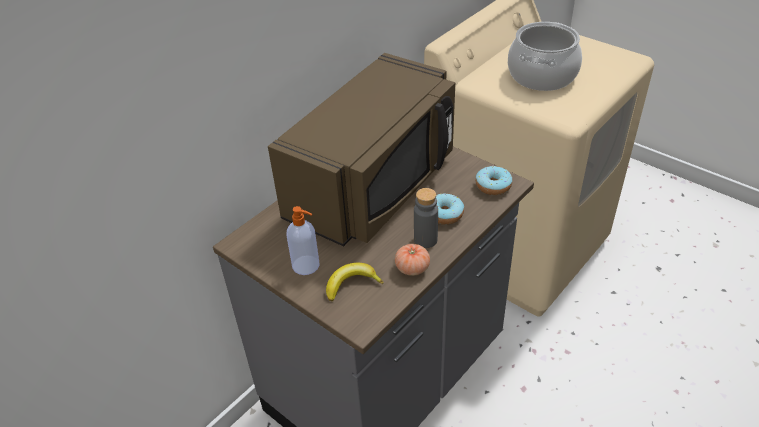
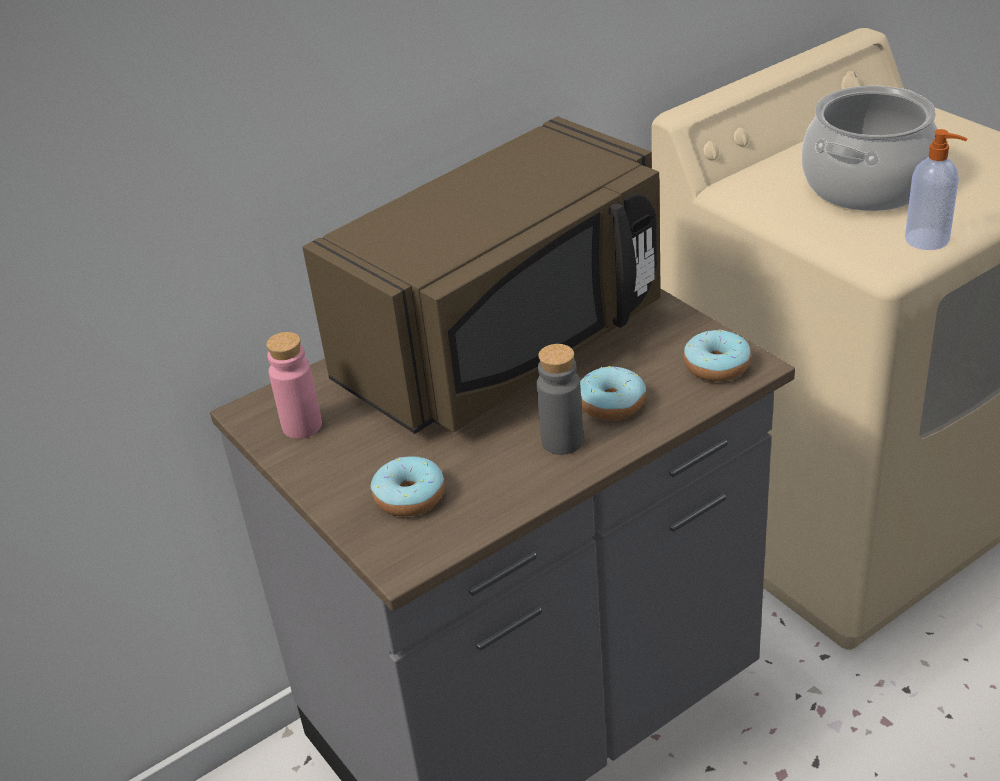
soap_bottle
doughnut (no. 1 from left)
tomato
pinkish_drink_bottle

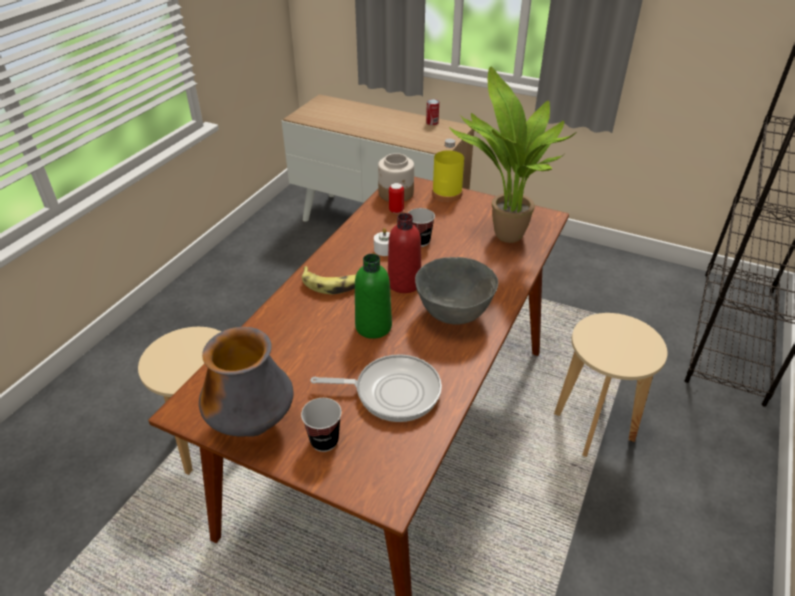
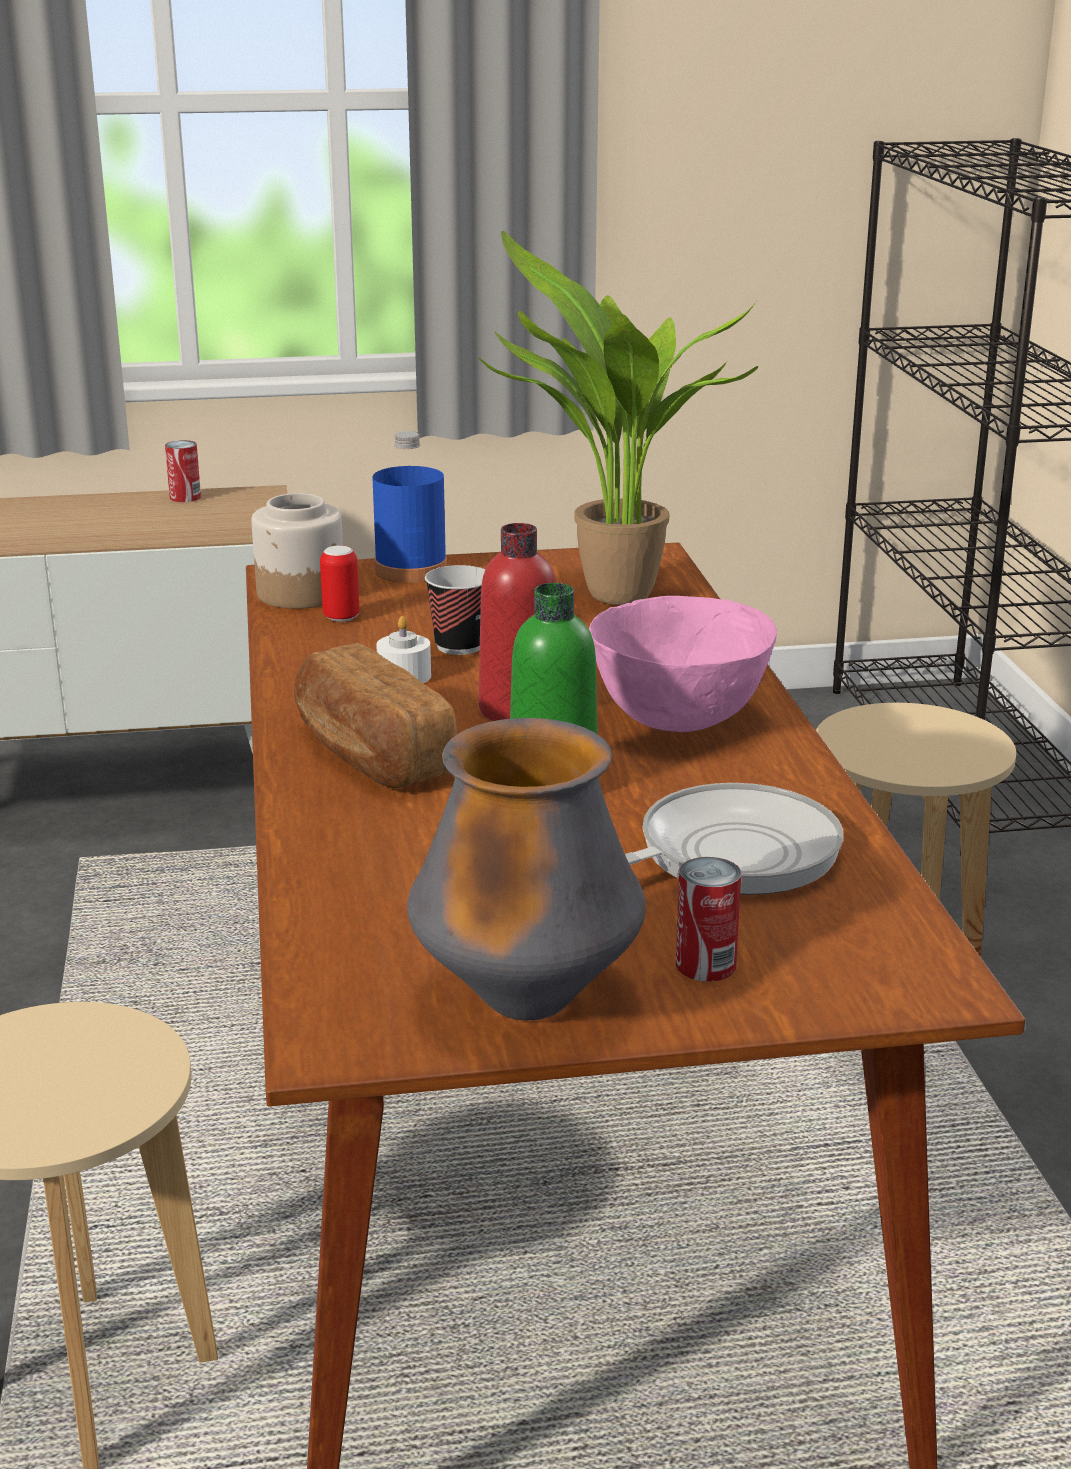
sealed_can (no. 3 from left)
baked_bread
pinkish_bowl
blue_drink_bottle

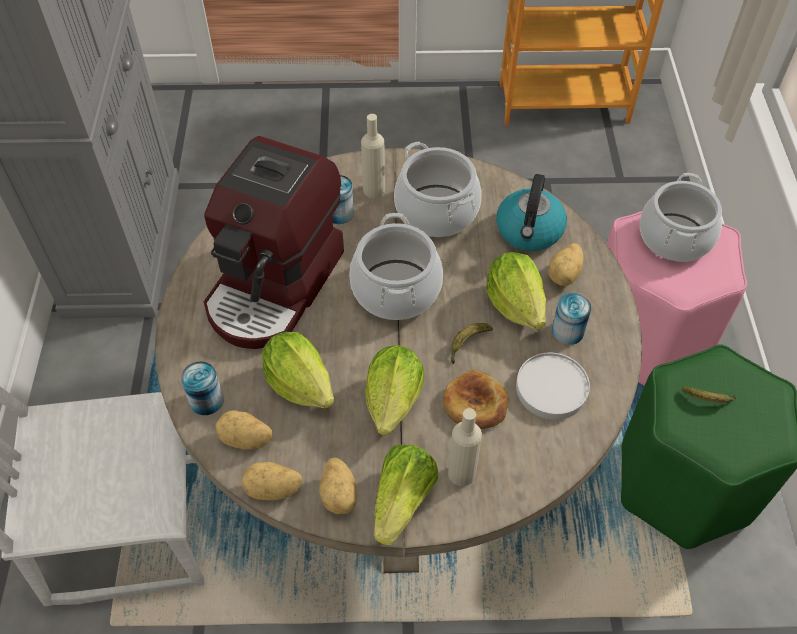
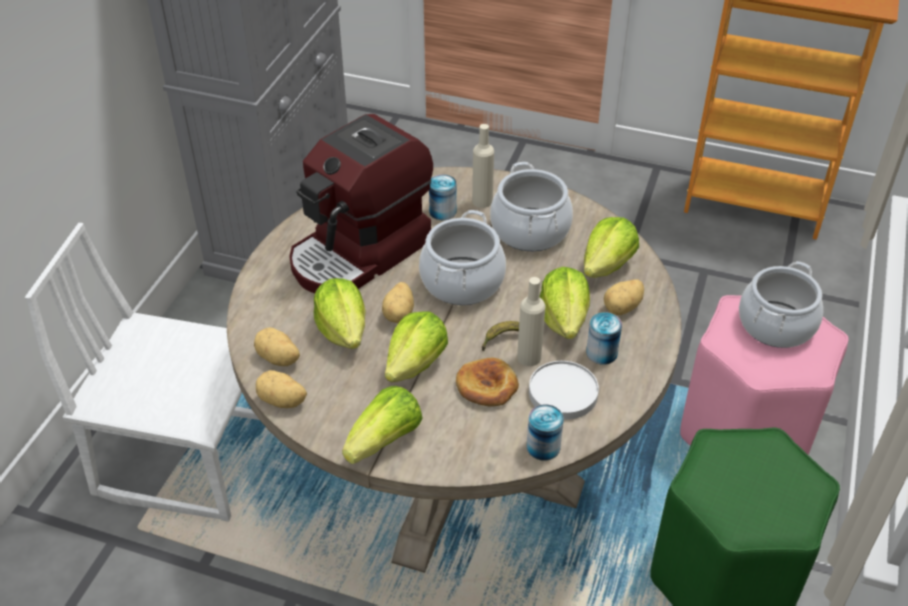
sealed_can (no. 2 from left)
potato (no. 3 from left)
beige-coloured_drink_bottle (no. 2 from left)
lettuce_head (no. 5 from left)
banana (no. 2 from left in the first image)

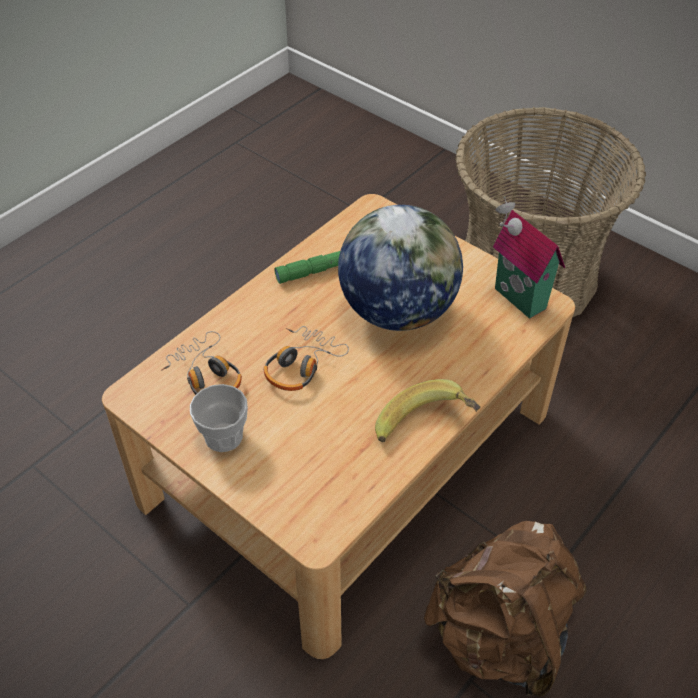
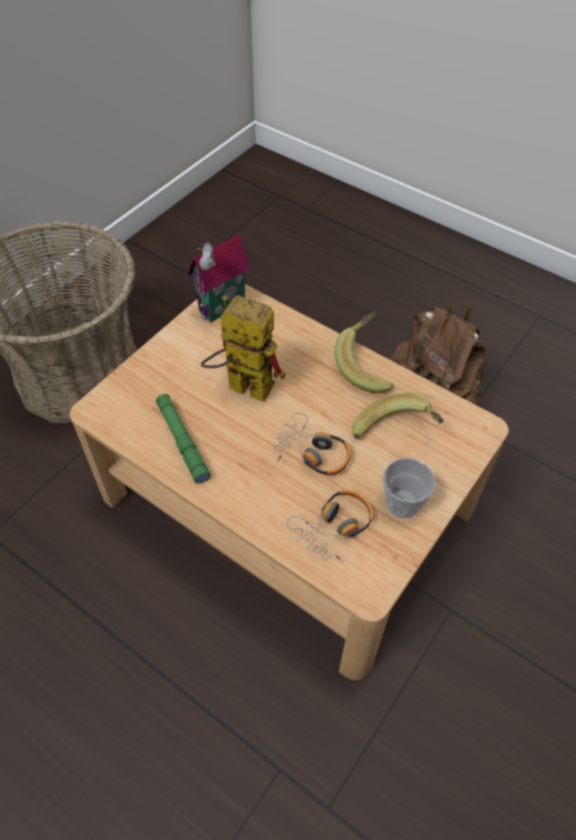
robot_figure
banana (no. 2 from left)

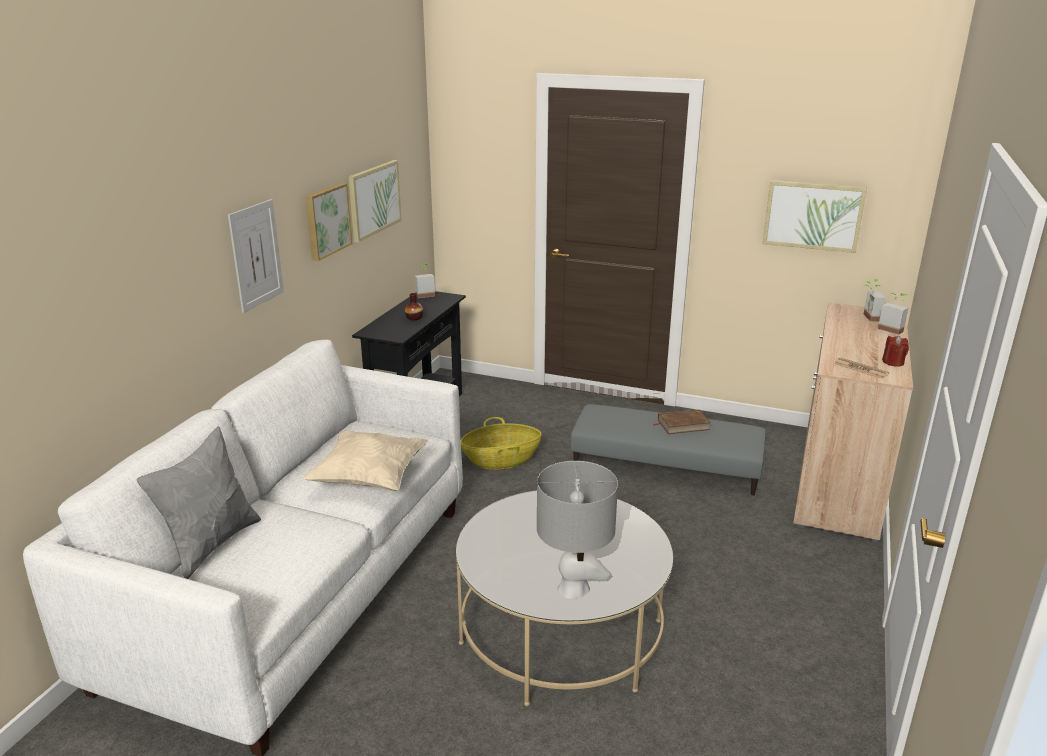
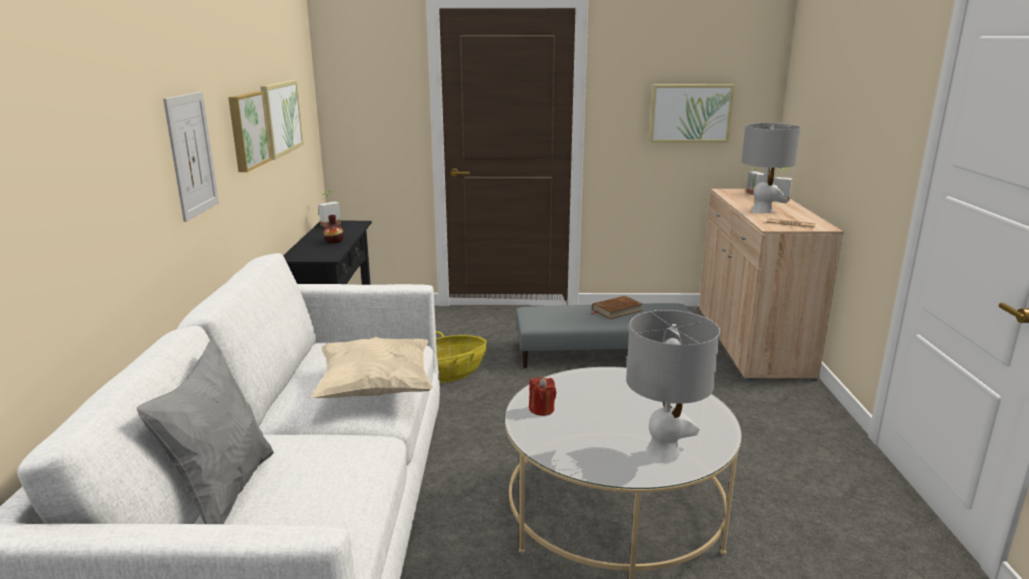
red_candle
gray_tabletop_lamp (no. 2 from left)

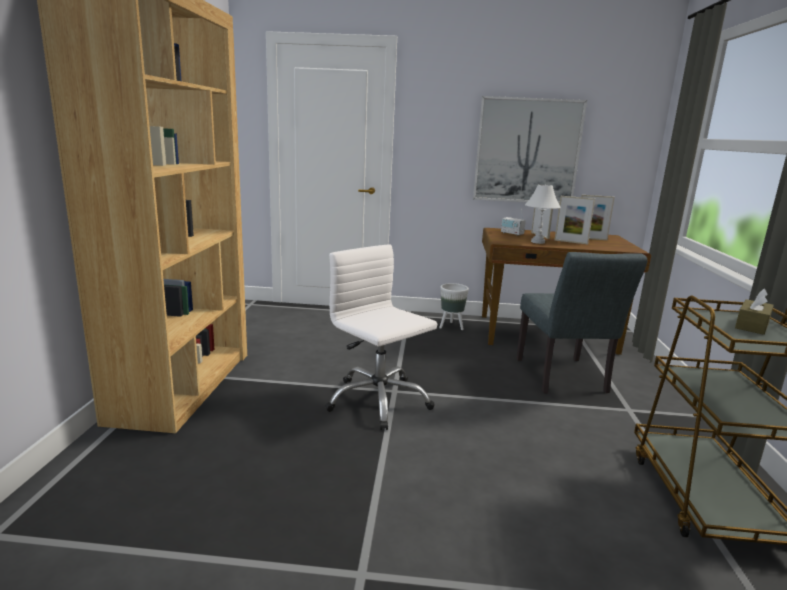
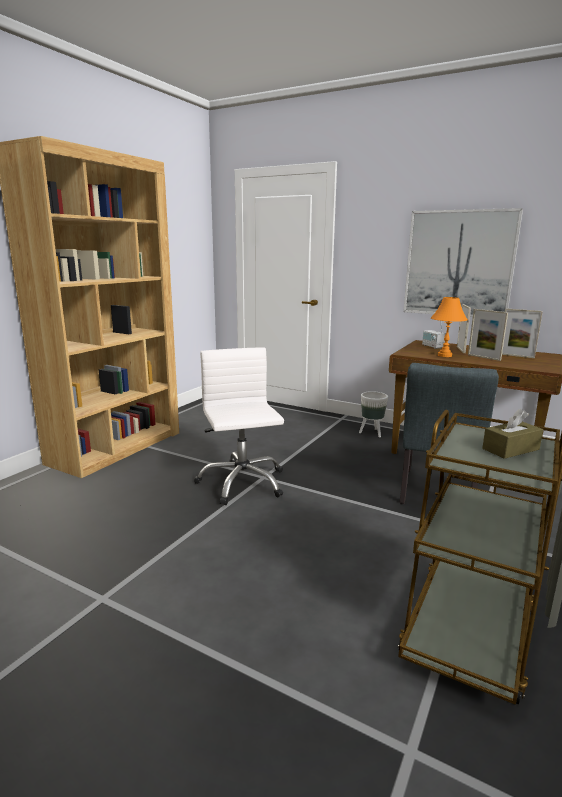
orange-coloured_tabletop_lamp

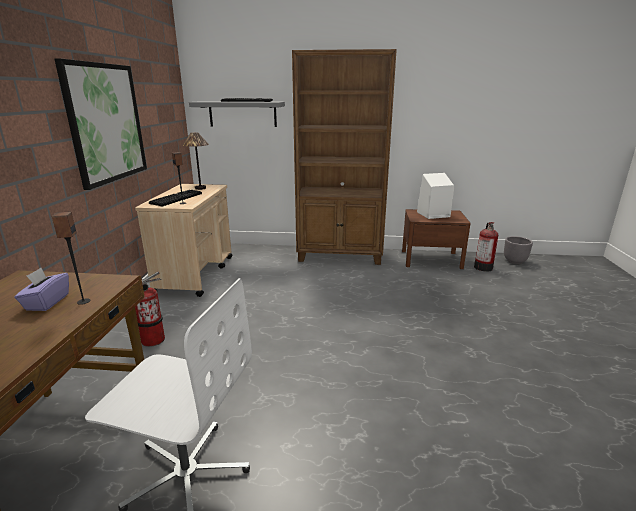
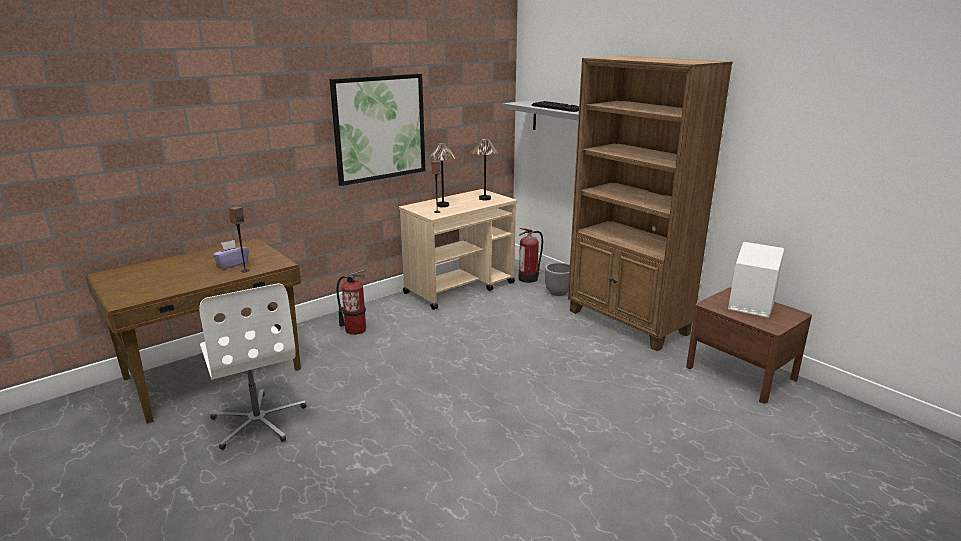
tabletop_lamp (no. 1 from left)
fire_extinguisher (no. 2 from left)
gray_plant_pot

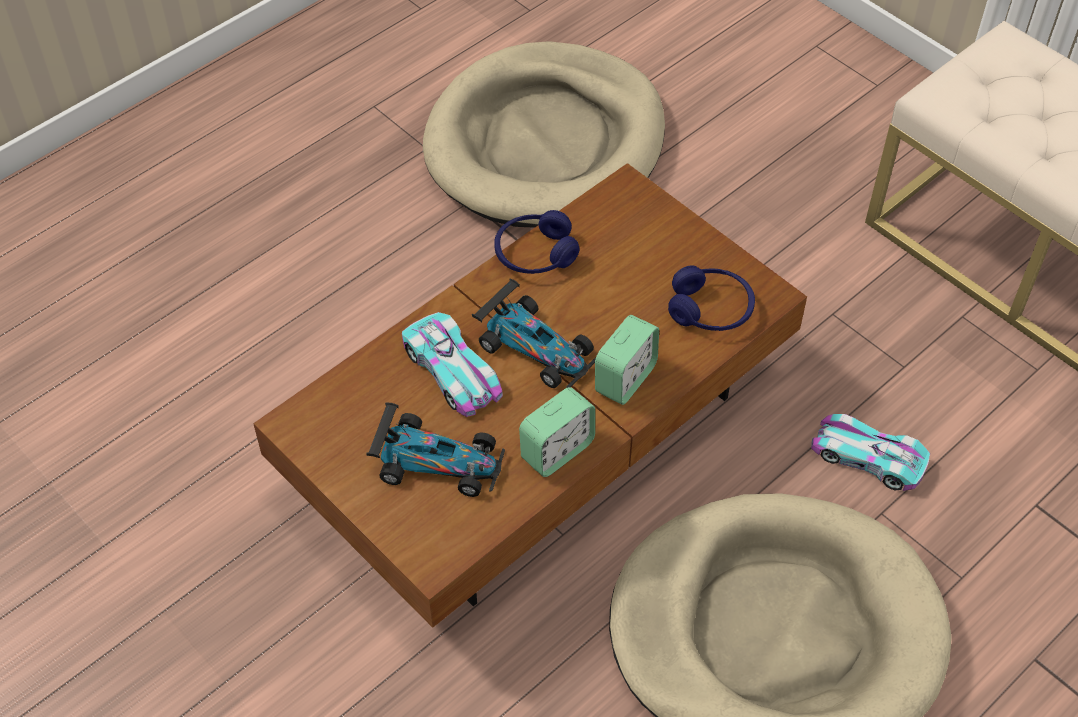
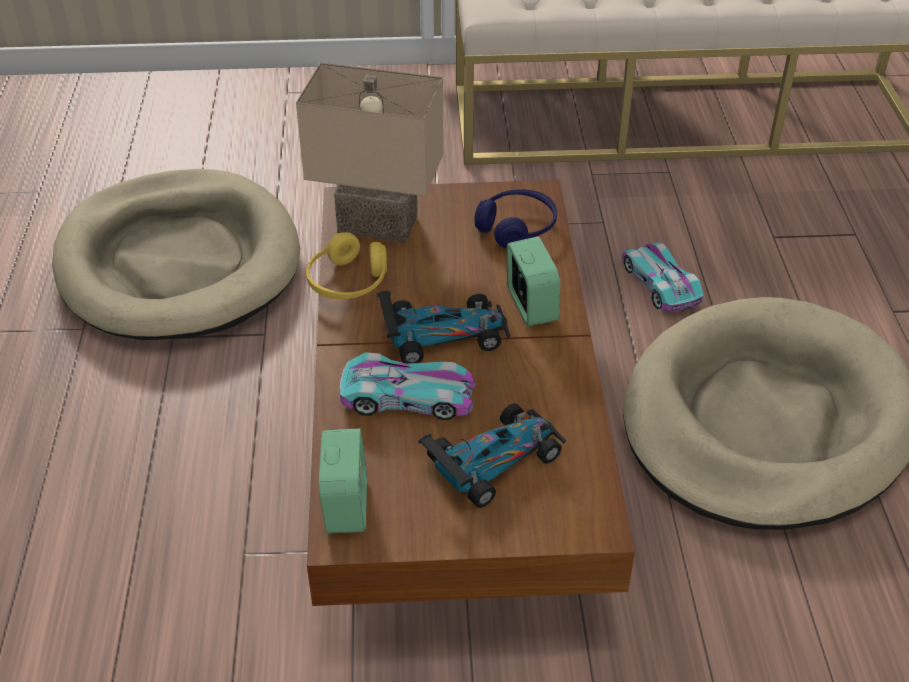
yellow-coloured_pair_of_headphones
alarm_clock (no. 1 from left)
model_car (no. 4 from left)
beige-coloured_tabletop_lamp

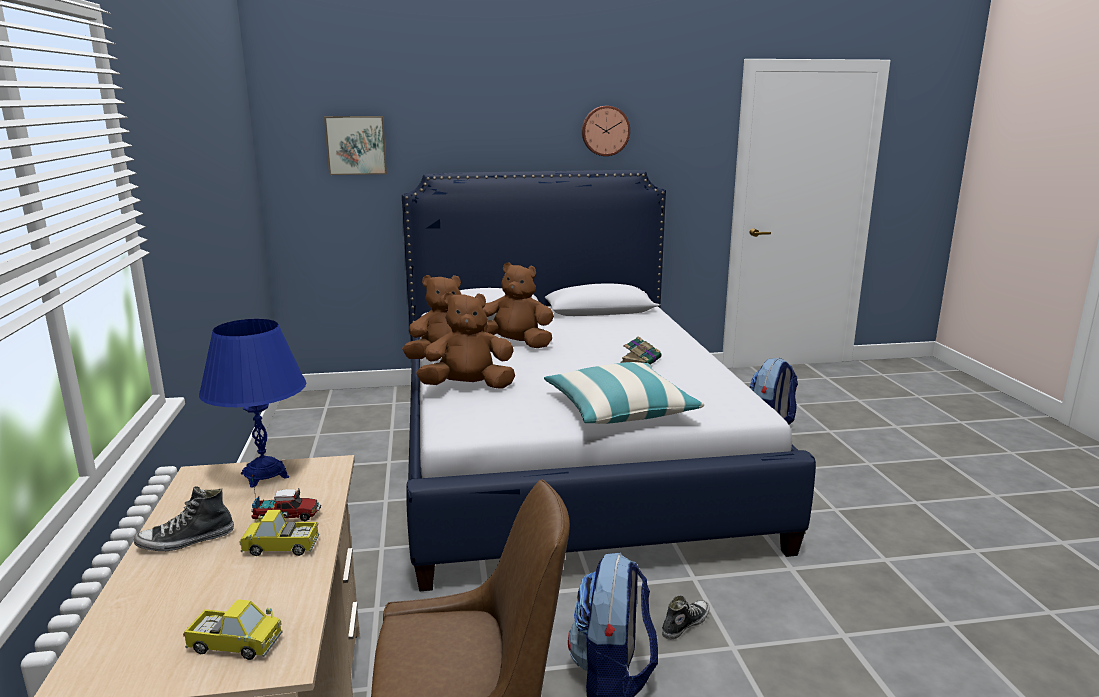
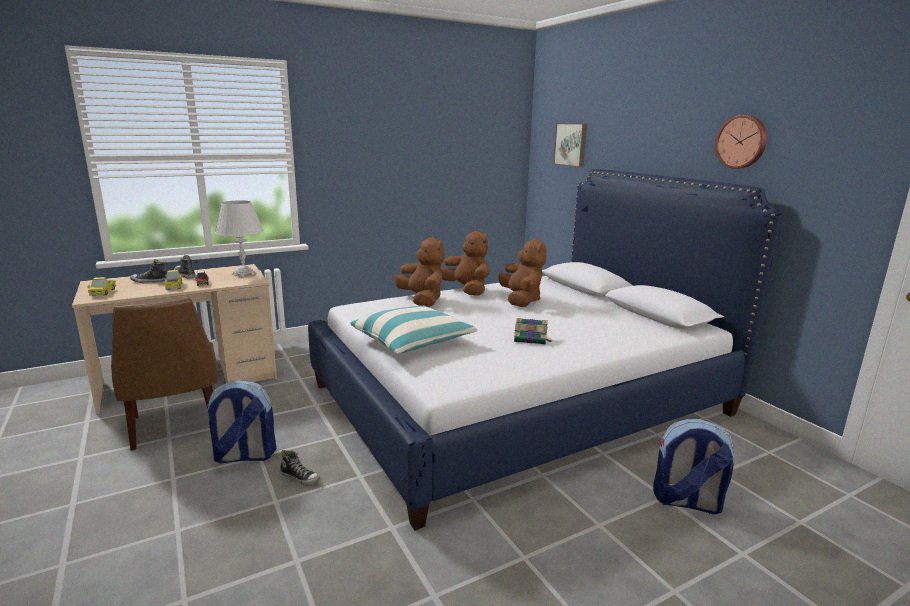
white_tabletop_lamp
item_of_footwear (no. 1 from left)

